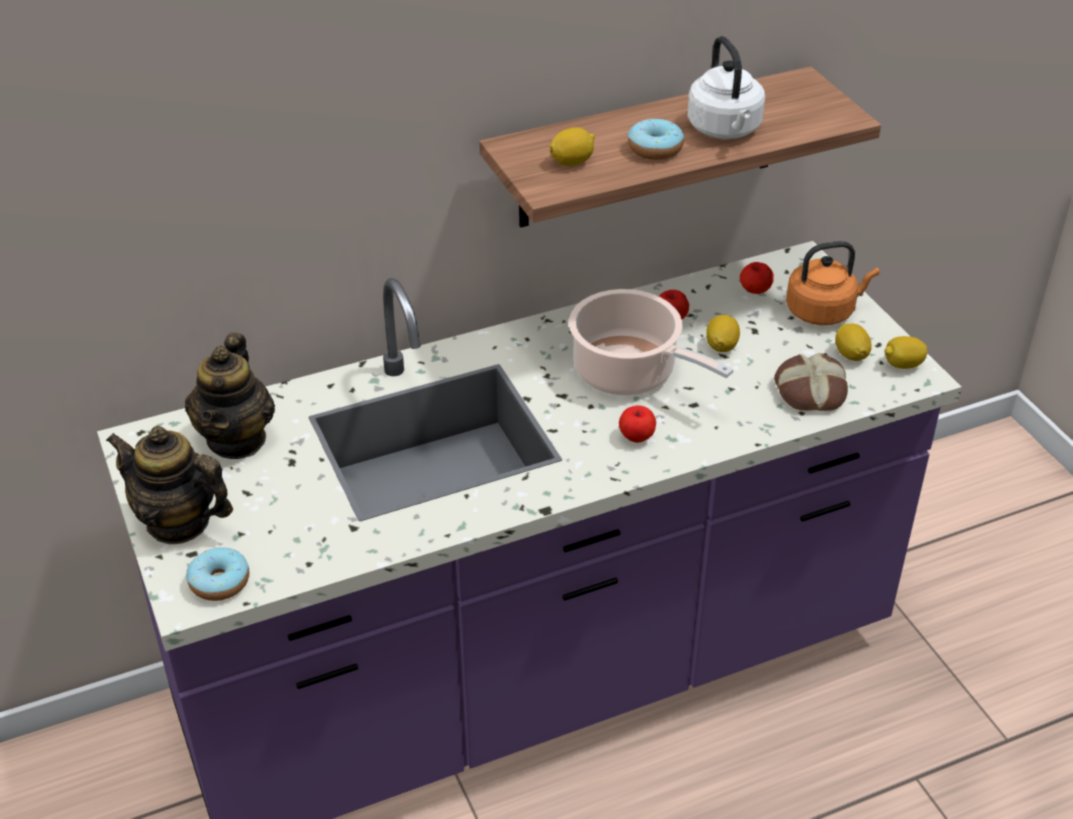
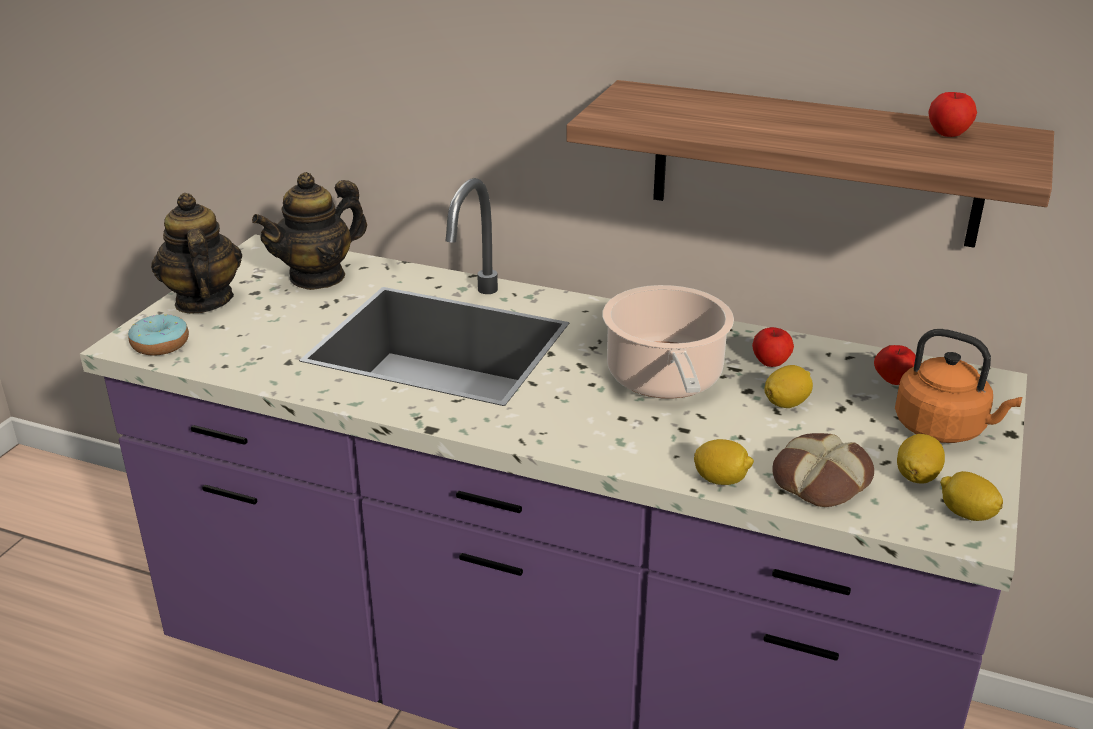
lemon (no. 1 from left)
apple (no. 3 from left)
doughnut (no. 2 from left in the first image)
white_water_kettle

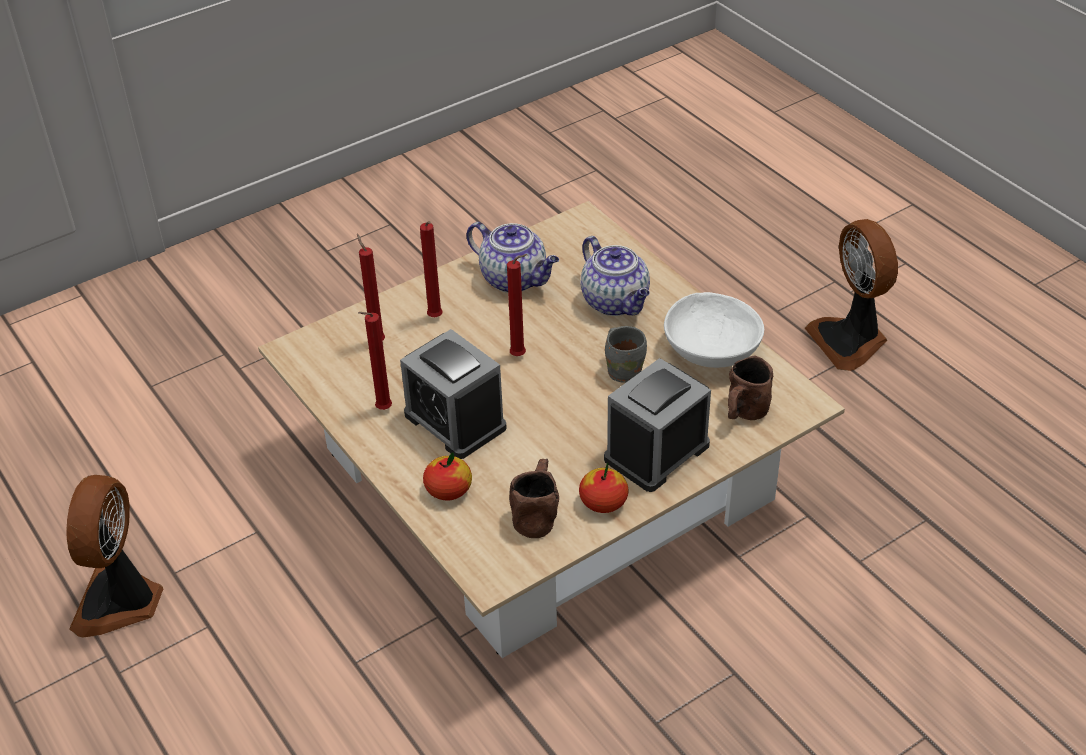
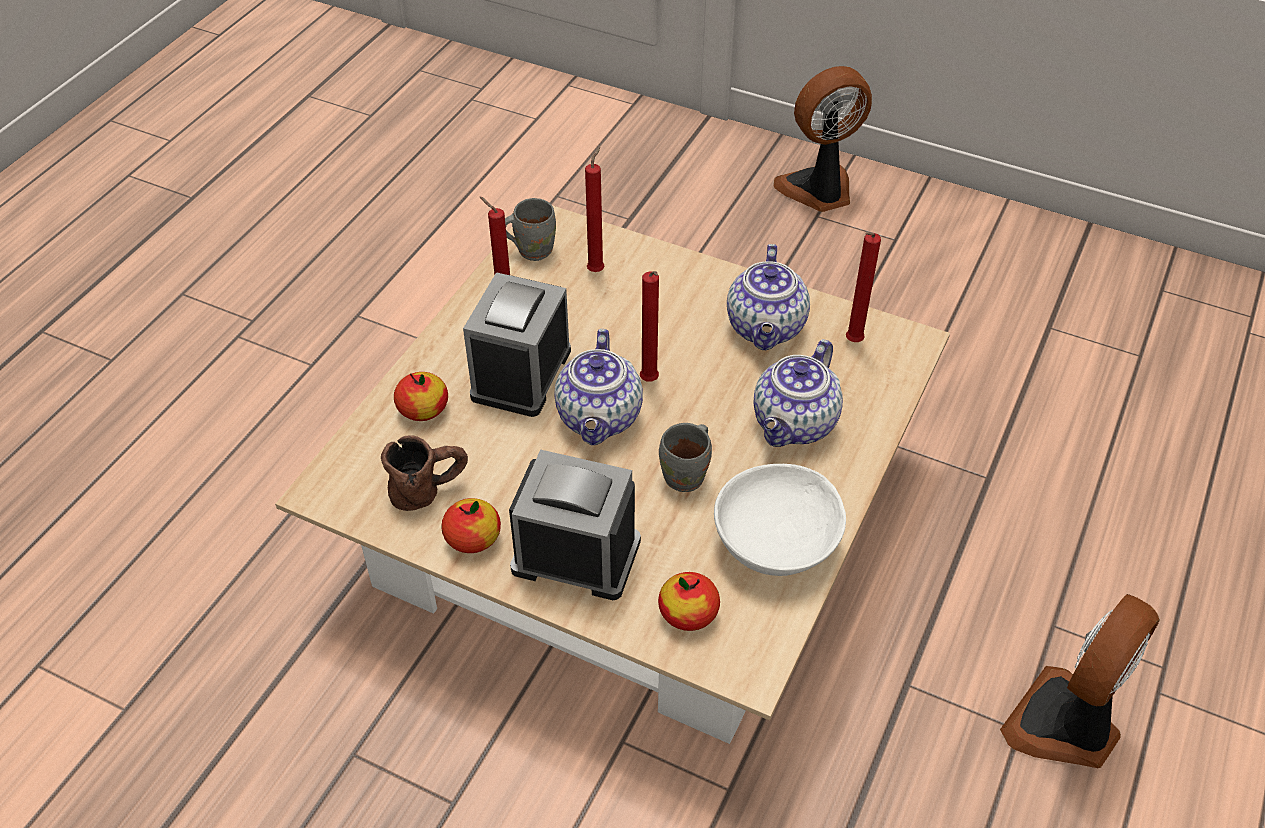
cooling_fan (no. 1 from left)
red_candle (no. 4 from left)
apple (no. 3 from left)
gray_tea_mug (no. 1 from left)
teapot (no. 1 from left)

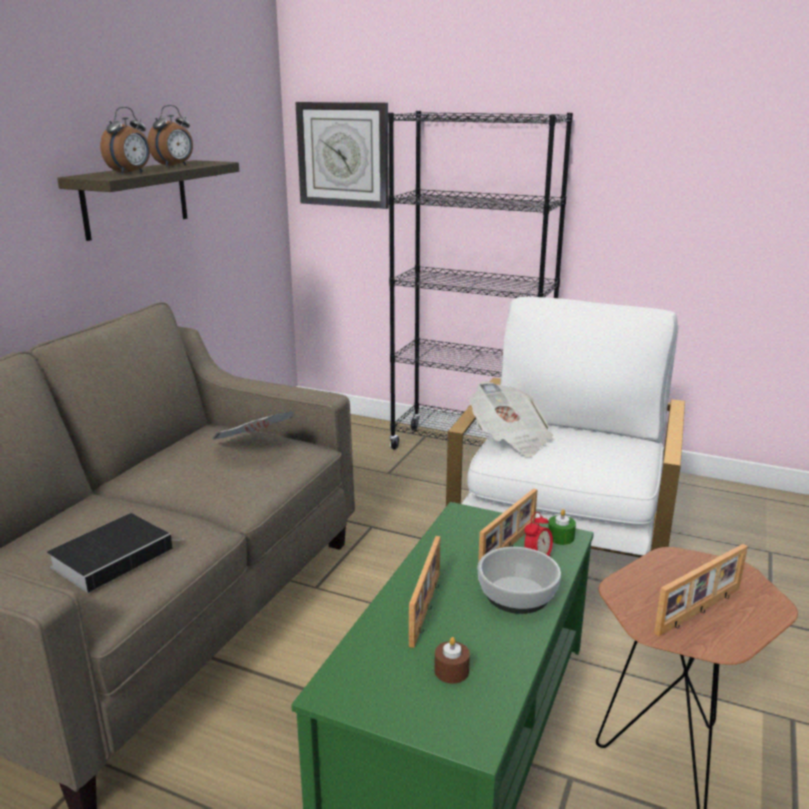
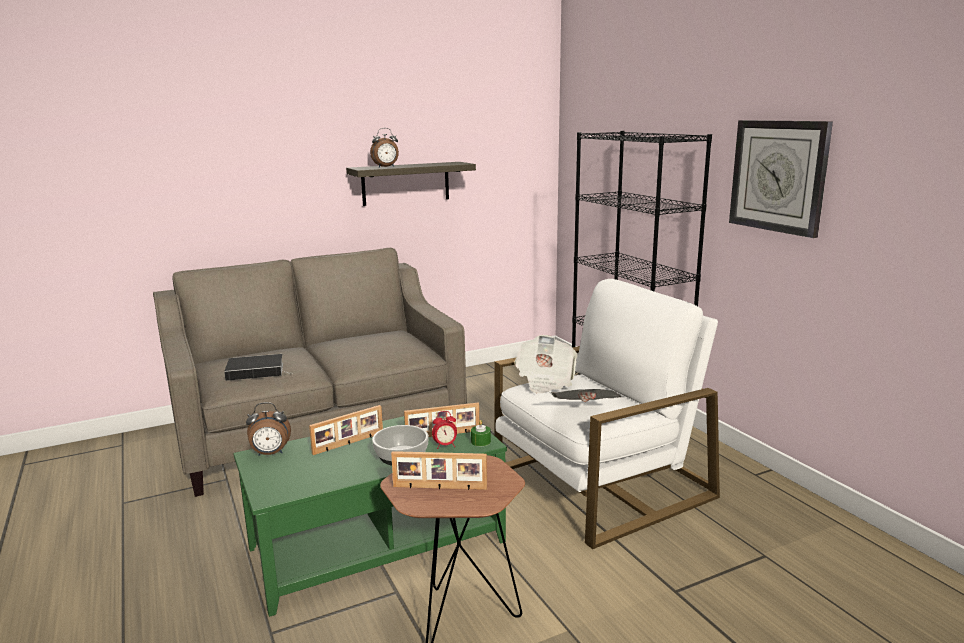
alarm_clock (no. 1 from left)
daily_paper (no. 2 from left)
wall_clock
brown-coloured_candle

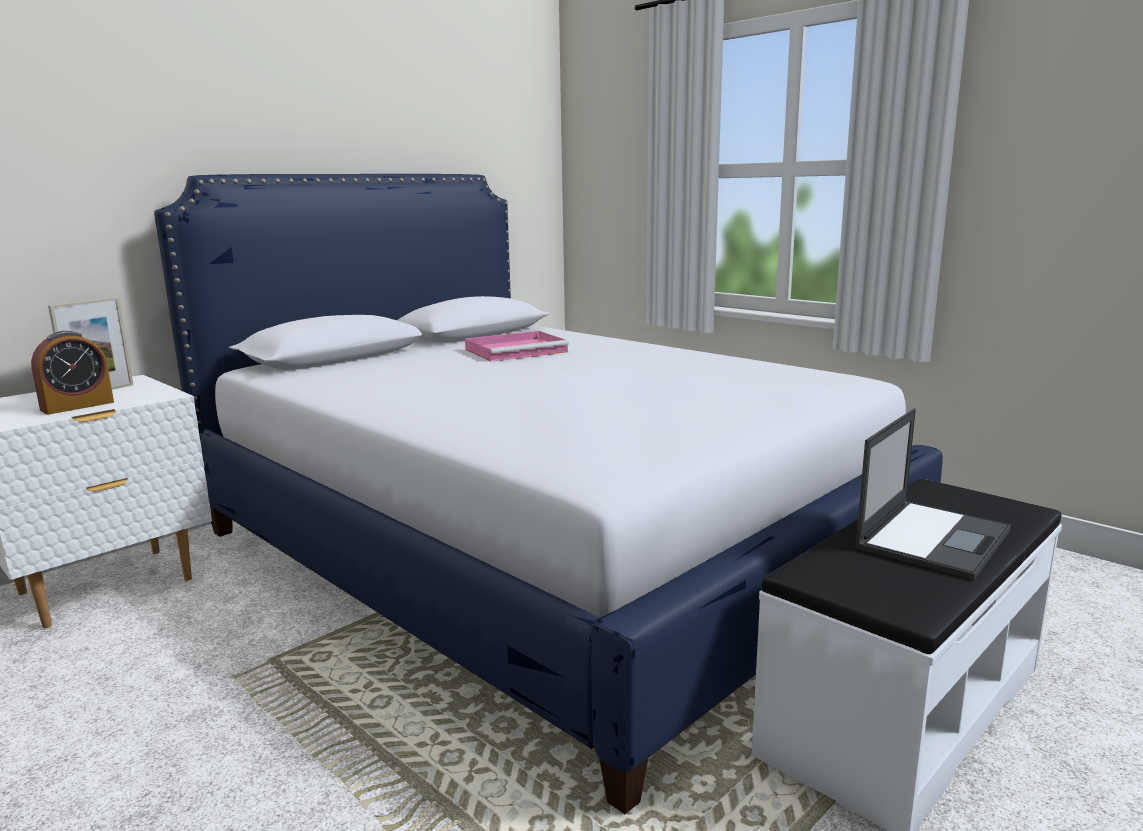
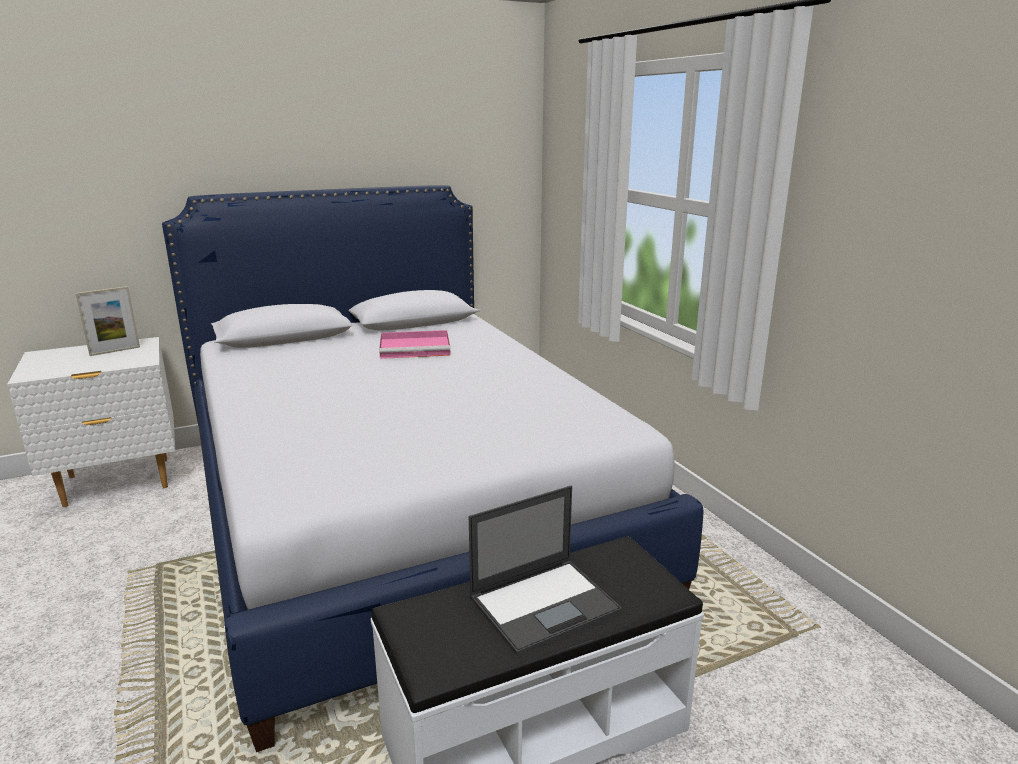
alarm_clock

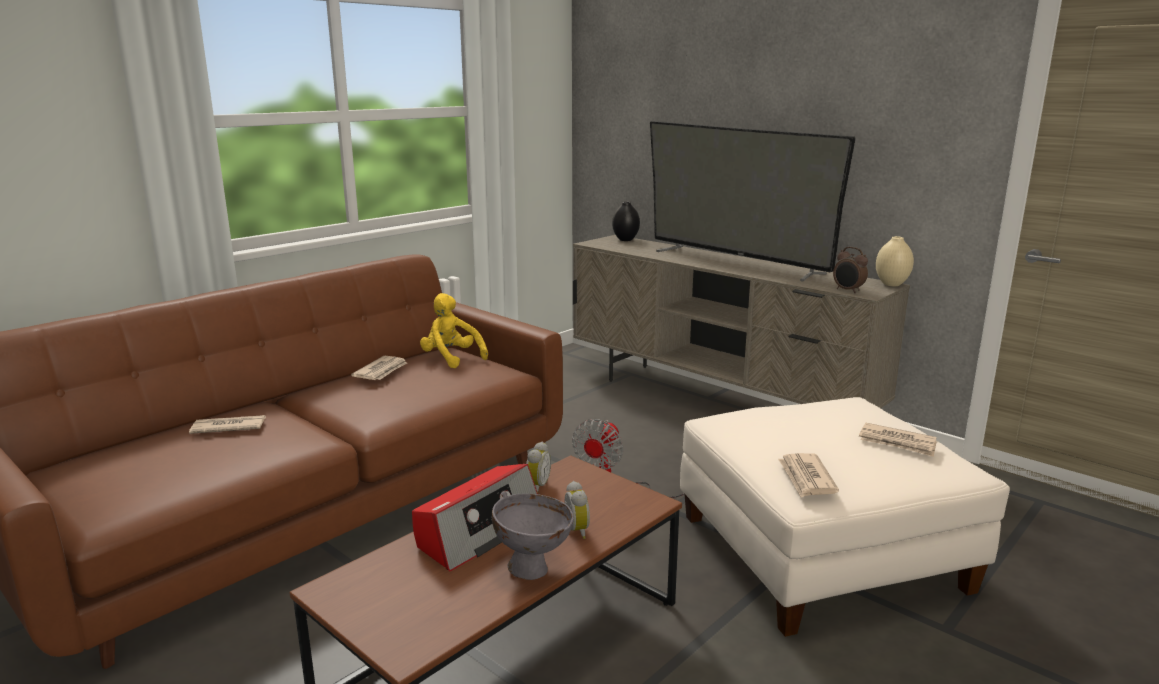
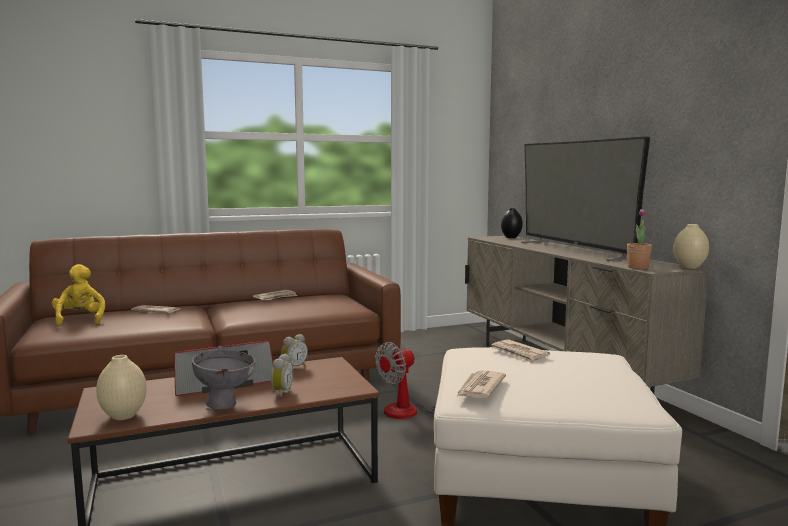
yellow-coloured_cuddly_toy
houseplant
daily_paper (no. 4 from left)
beige-coloured_decorative_vase (no. 1 from left)

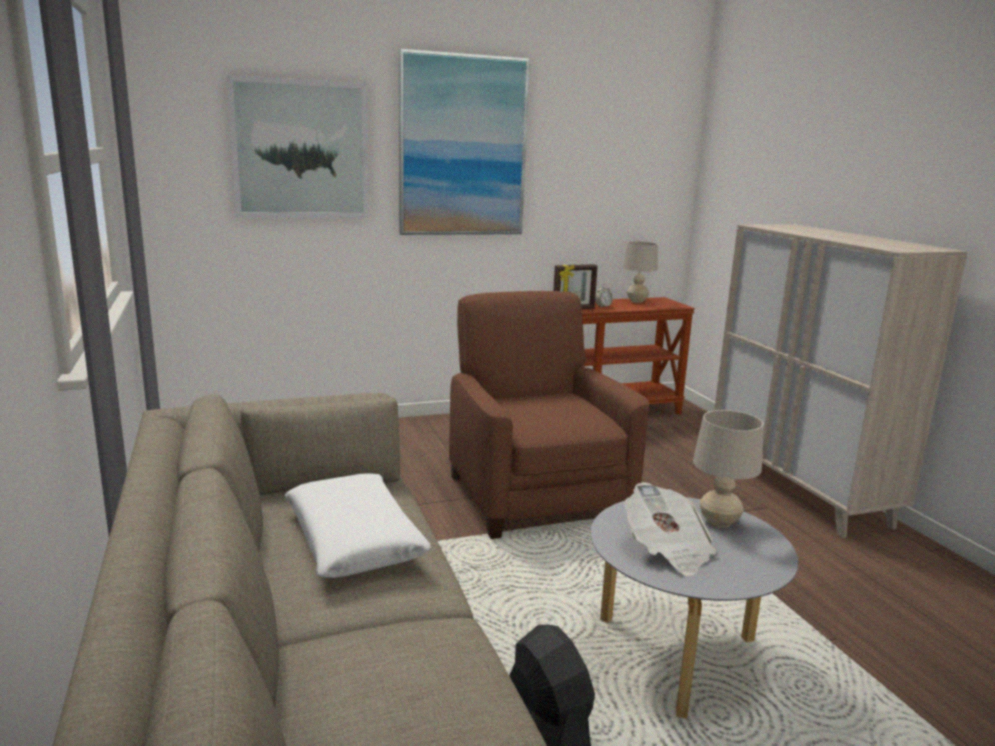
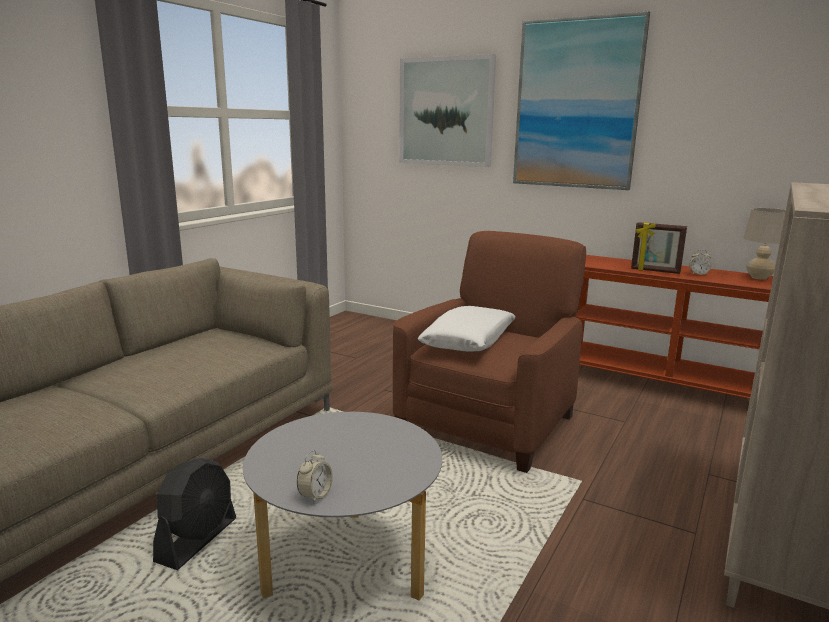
white_cushion
daily_paper
beige-coloured_tabletop_lamp (no. 2 from left in the first image)
alarm_clock (no. 1 from left)

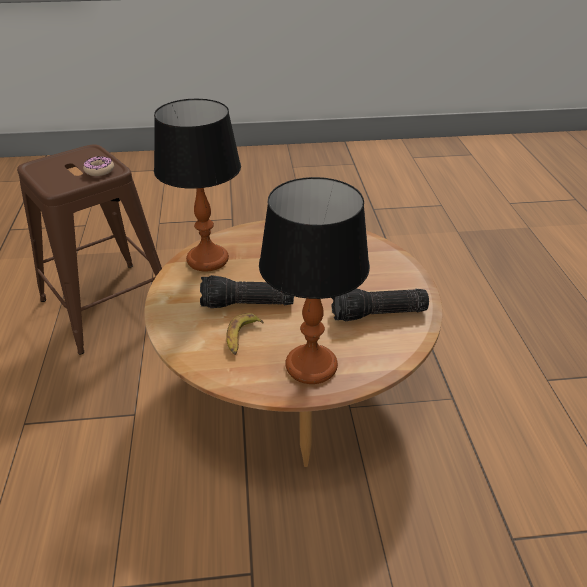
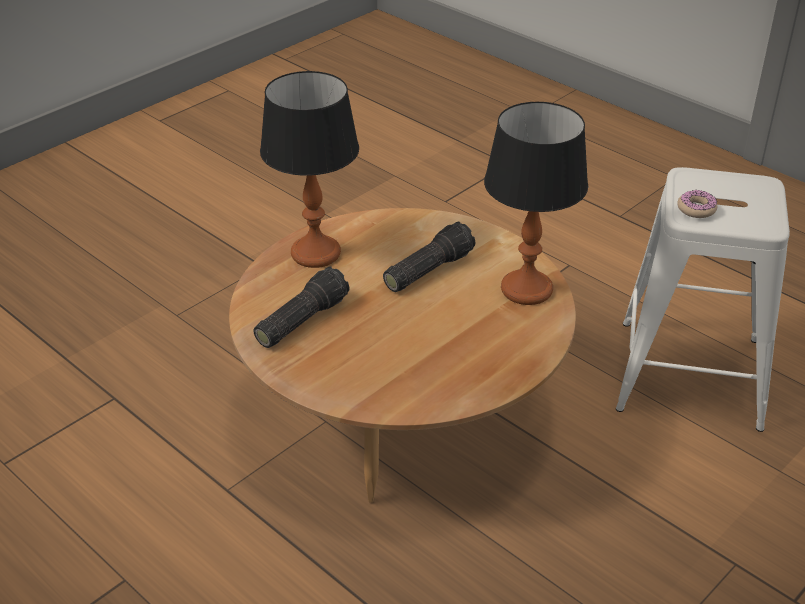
white_sitting_stool
banana

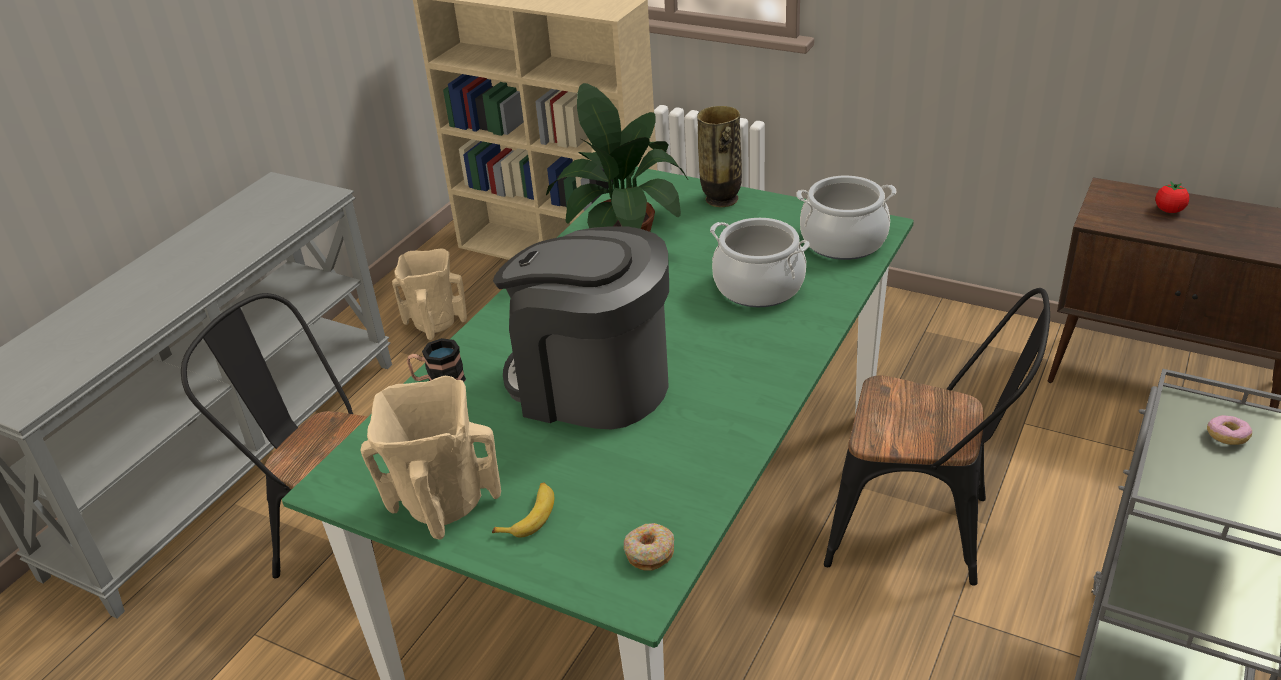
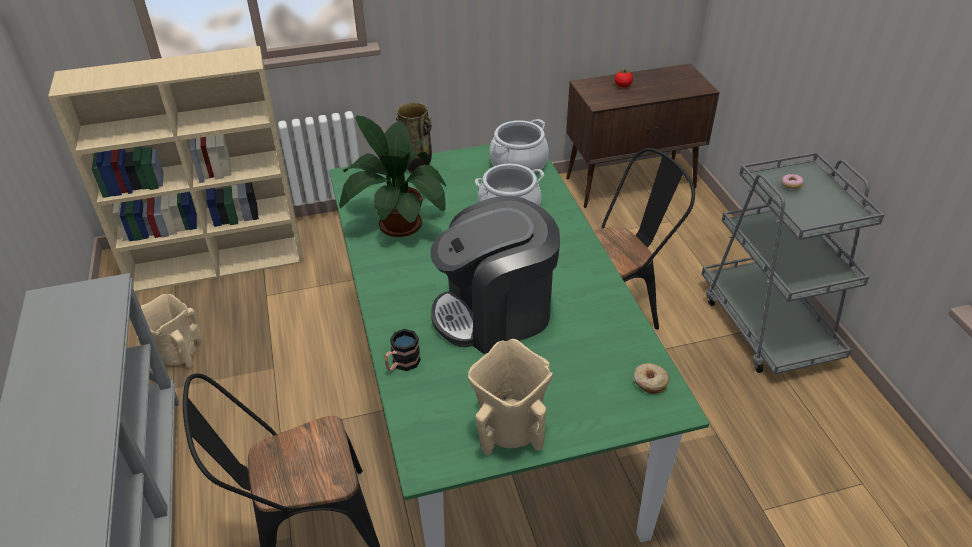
banana

